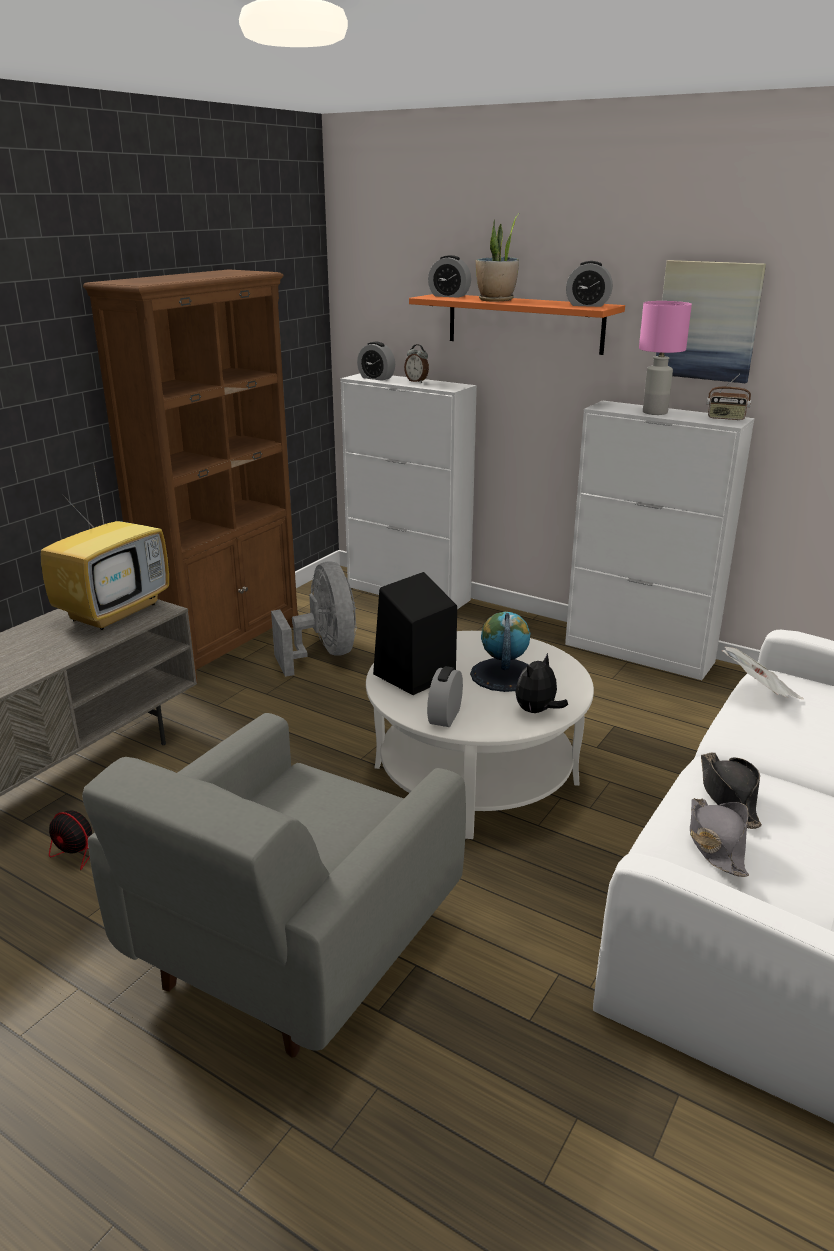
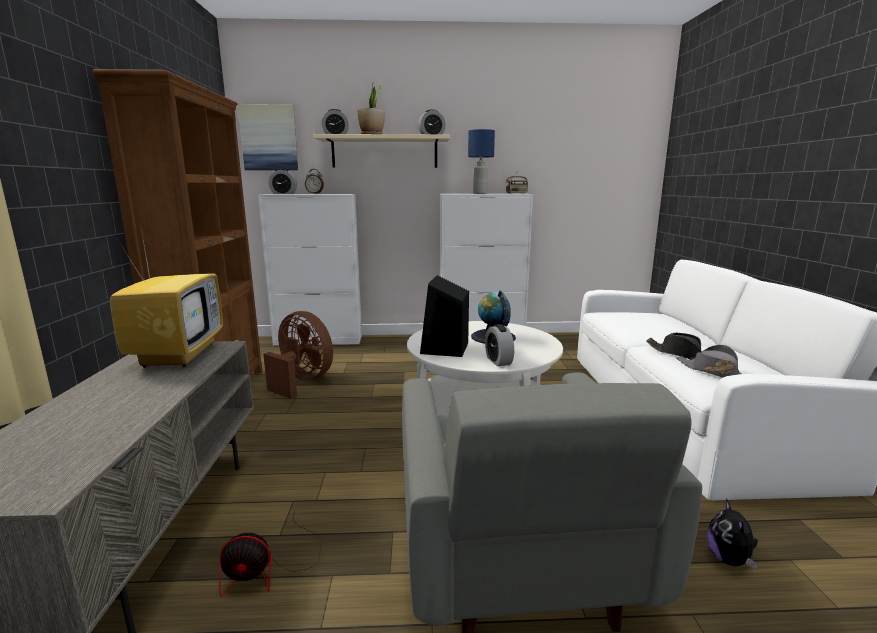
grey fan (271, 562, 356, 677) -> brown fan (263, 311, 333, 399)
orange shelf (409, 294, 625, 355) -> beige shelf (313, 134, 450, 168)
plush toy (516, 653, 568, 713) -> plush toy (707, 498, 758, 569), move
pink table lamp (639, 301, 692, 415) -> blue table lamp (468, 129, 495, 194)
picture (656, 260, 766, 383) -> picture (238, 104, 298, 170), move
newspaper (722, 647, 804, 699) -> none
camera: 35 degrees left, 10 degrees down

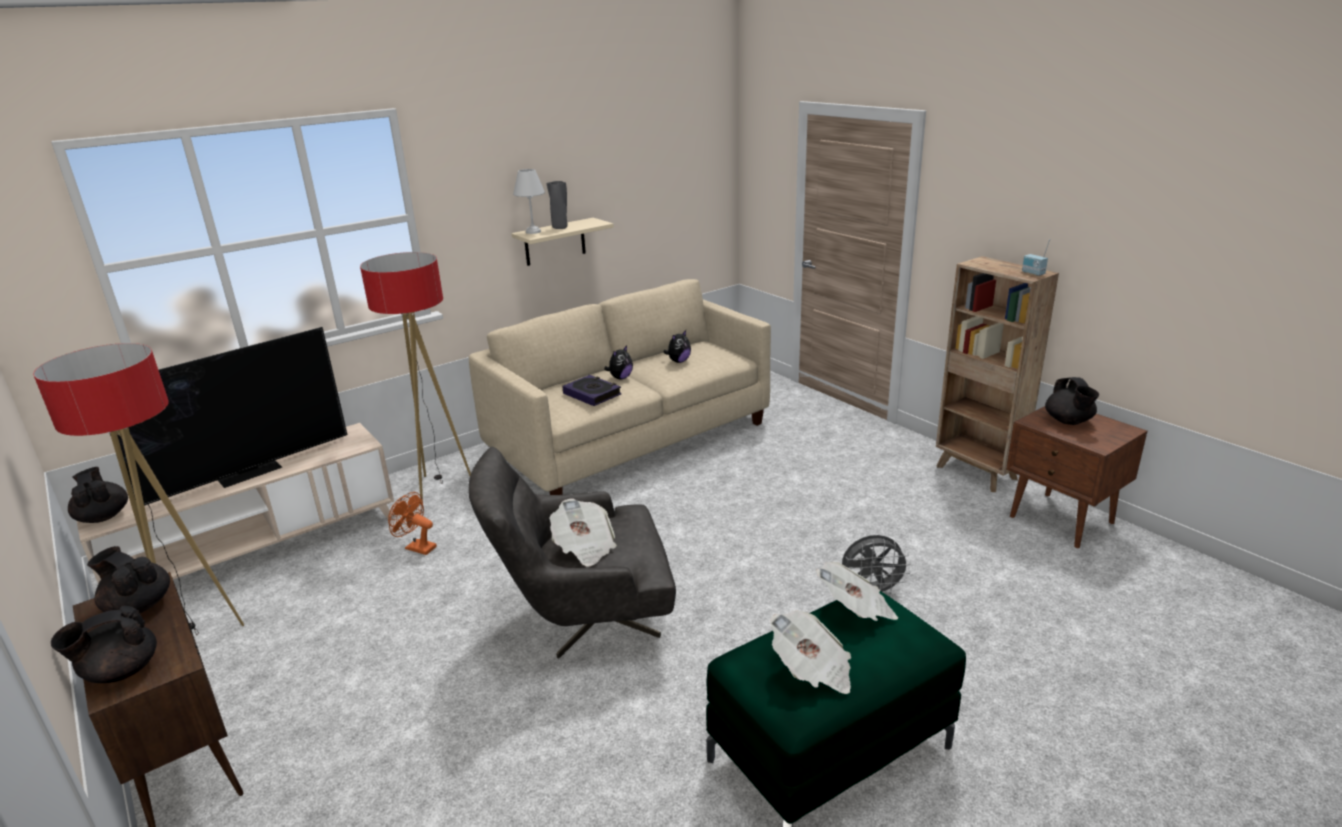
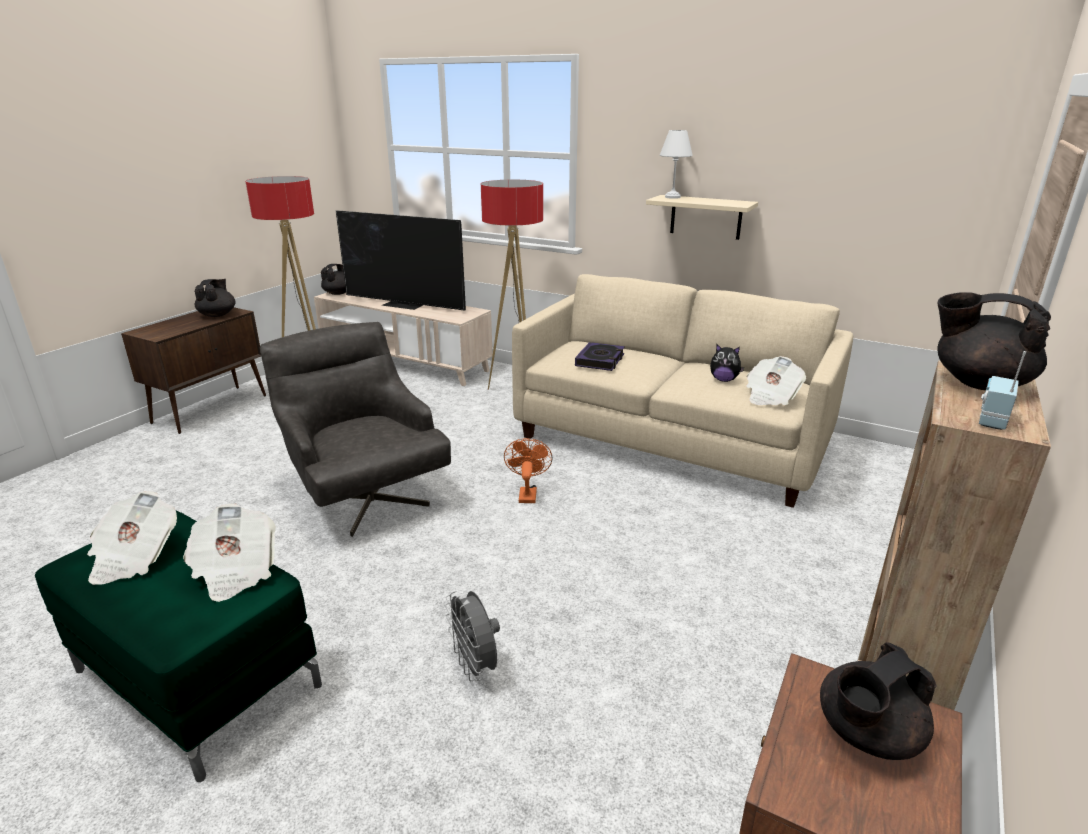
black teapot (51, 606, 157, 683) -> black teapot (937, 292, 1051, 390), move
orange fan (388, 492, 437, 555) -> orange fan (504, 438, 552, 503), move
grey vase (546, 181, 568, 229) -> none
newspaper (549, 498, 617, 567) -> newspaper (746, 356, 806, 405), move
plush toy (604, 345, 633, 379) -> none
camera: 65 degrees right, 0 degrees up

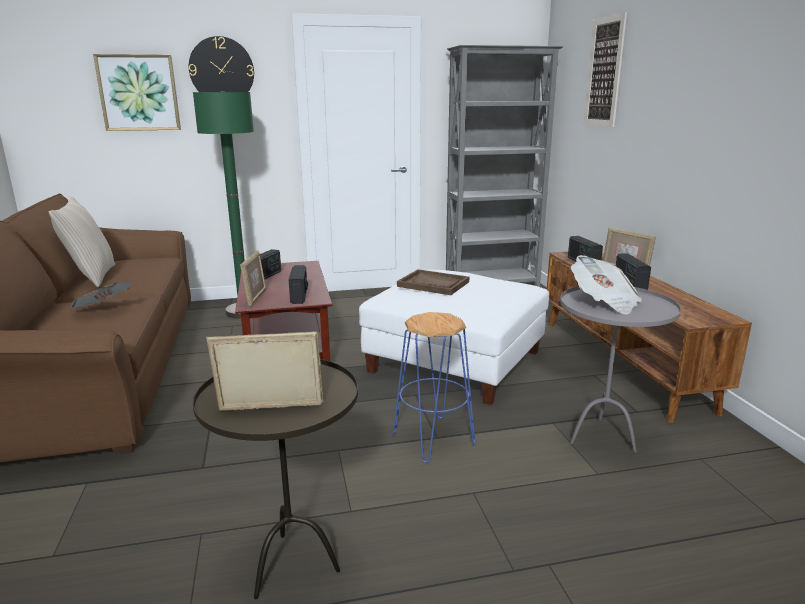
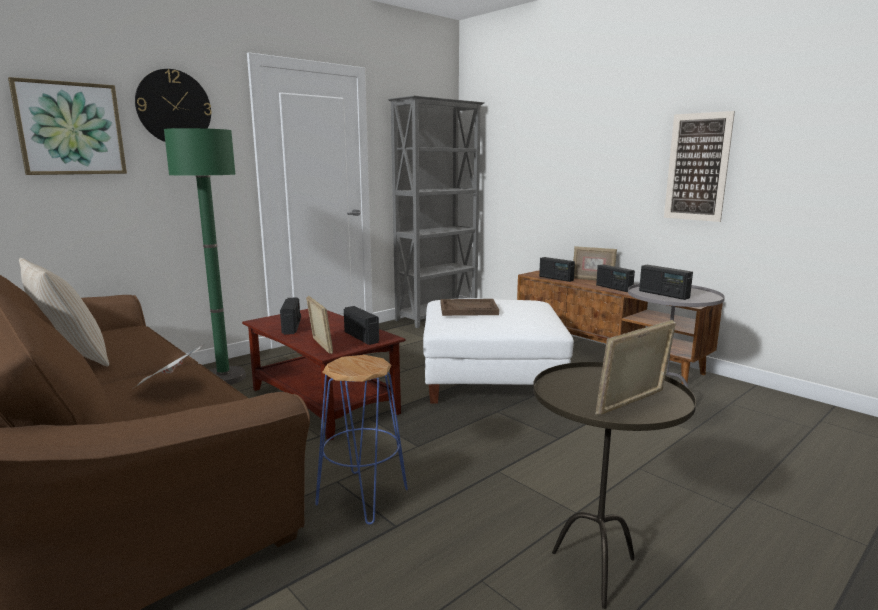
blue stool (393, 312, 475, 463) -> blue stool (315, 355, 408, 525), move
newspaper (571, 255, 642, 315) -> radio (639, 265, 693, 300)
picture (584, 12, 627, 127) -> picture (664, 111, 735, 222), move
camera: 30 degrees left, 5 degrees down

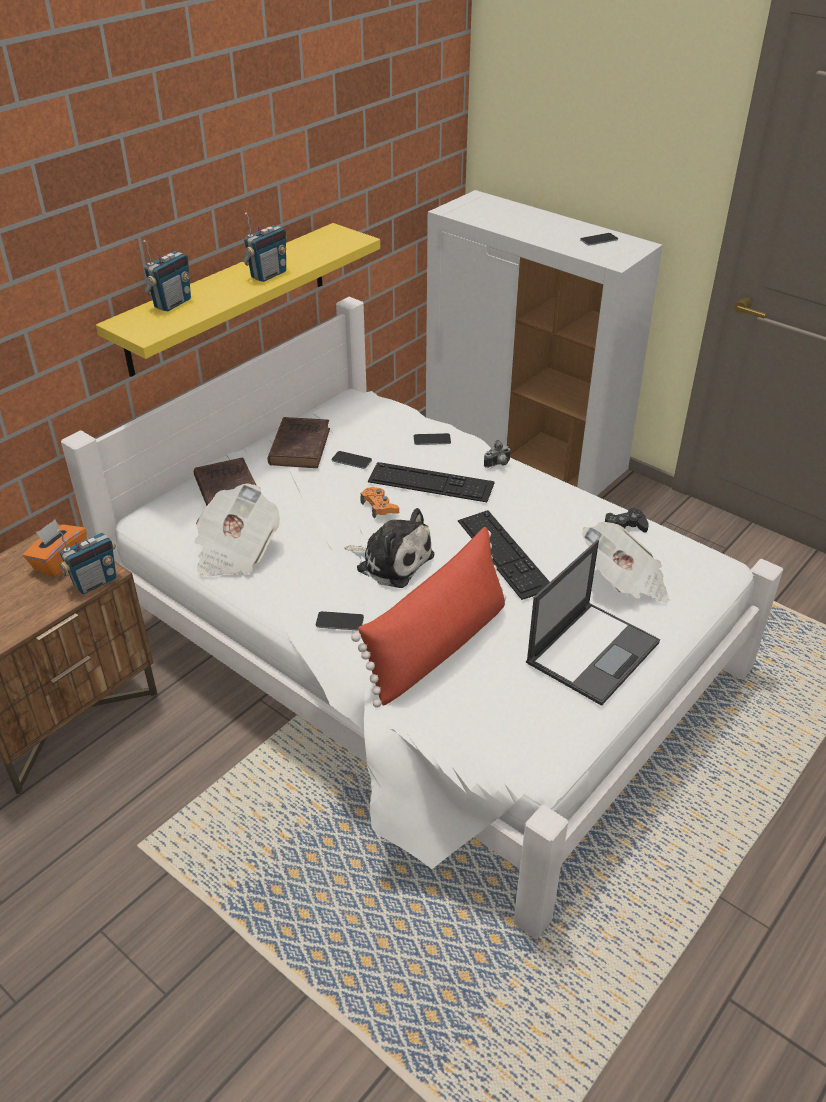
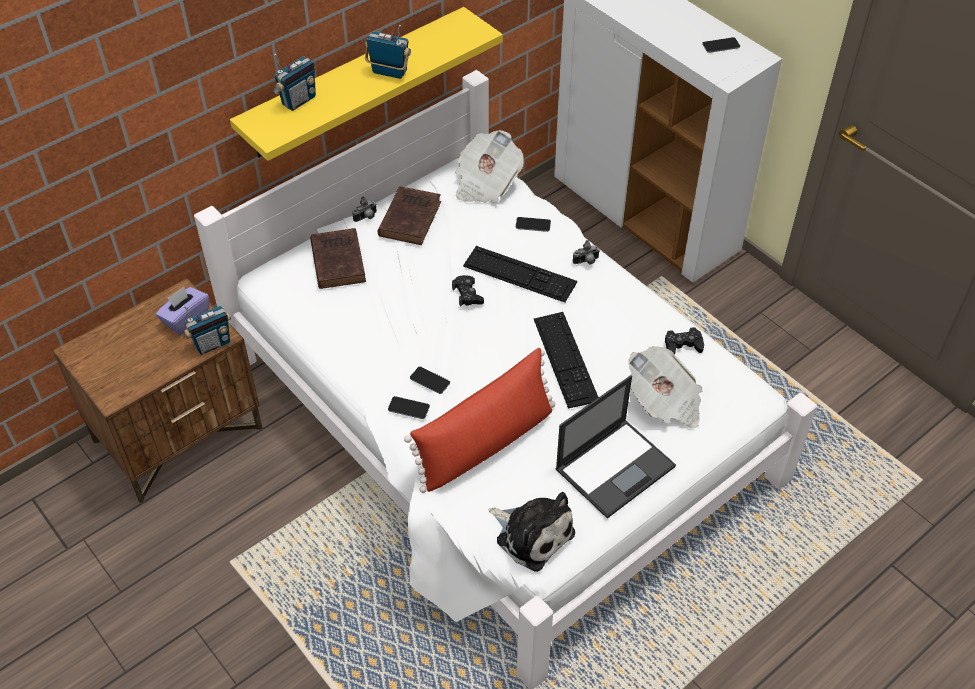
orange tissue box (23, 520, 87, 578) -> purple tissue box (156, 286, 209, 335)
newspaper (194, 484, 280, 576) -> newspaper (455, 130, 524, 203), move
radio (242, 213, 287, 282) -> radio (365, 25, 411, 79), 120 degrees counterclockwise
phone (332, 451, 372, 469) -> phone (410, 367, 450, 394), move
plush toy (344, 508, 434, 588) -> plush toy (489, 492, 575, 572), move
orange game controller (360, 487, 399, 519) -> black game controller (452, 275, 484, 307)
none -> photo camera (352, 197, 377, 222)
camera: 10 degrees right, 10 degrees up

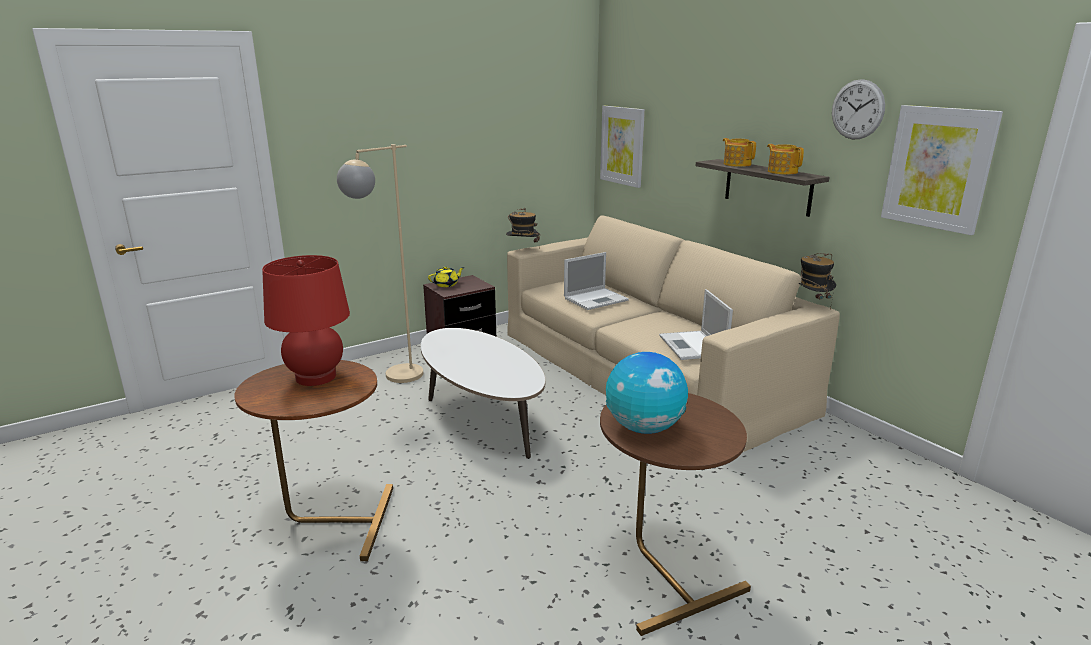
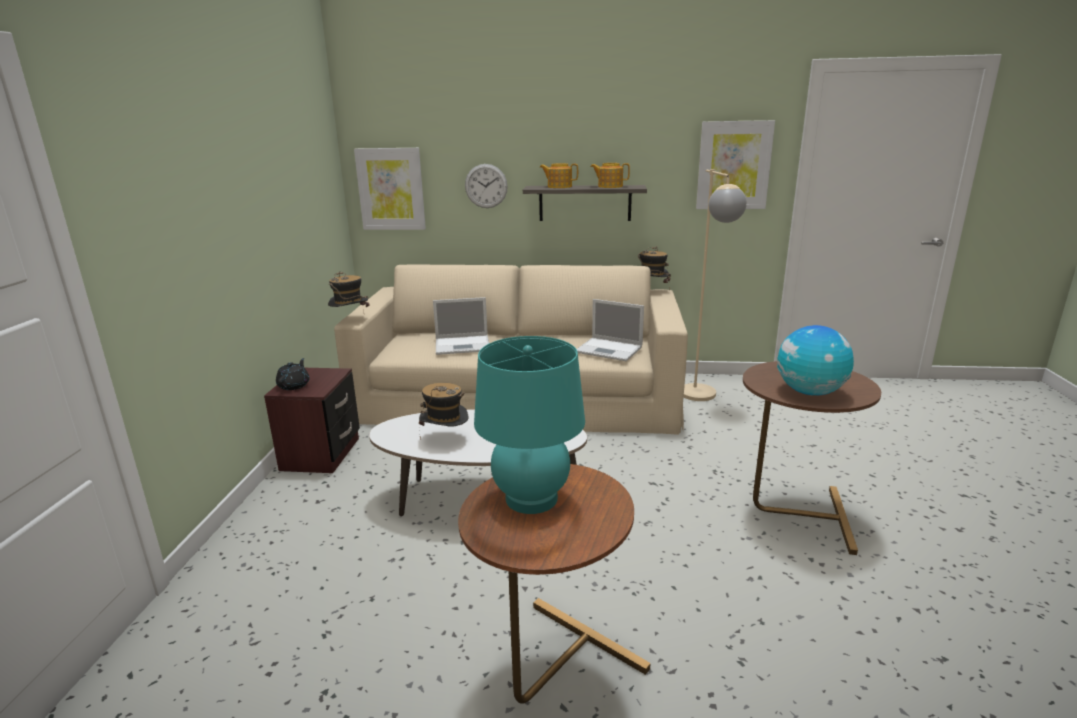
red table lamp (262, 255, 350, 386) -> turquoise table lamp (474, 336, 585, 514)
beige floor lamp (337, 144, 423, 383) -> beige floor lamp (684, 169, 747, 401), move
yellow teapot (428, 266, 464, 287) -> black teapot (276, 358, 310, 390)
laptop (564, 252, 629, 310) -> laptop (433, 297, 489, 355), 75 degrees clockwise
wall clock (832, 79, 885, 139) -> wall clock (465, 164, 508, 208), move
none -> hat (419, 383, 468, 440)
camera: 50 degrees left, 0 degrees up

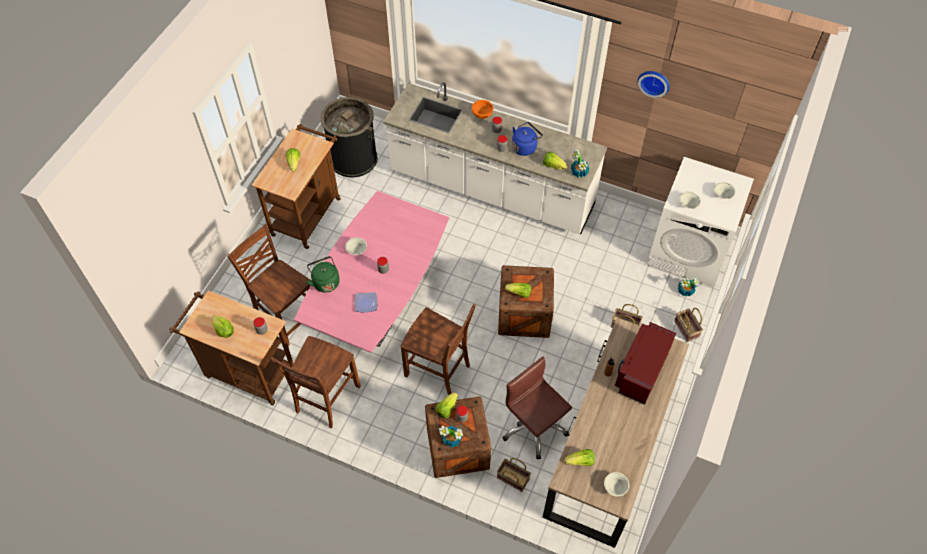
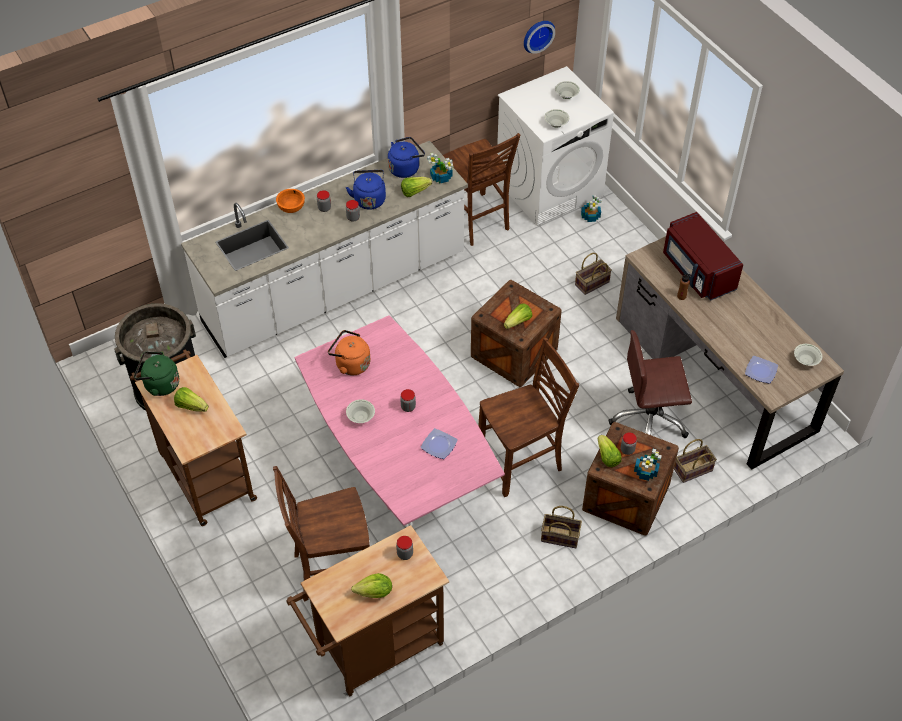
brown chair (270, 336, 361, 428) -> brown chair (443, 133, 520, 246), move
green kettle (306, 256, 340, 293) -> green kettle (134, 352, 179, 396), move
lettuce (564, 449, 595, 466) -> plate (745, 356, 778, 384)
wall clock (637, 71, 670, 98) -> wall clock (524, 21, 555, 54), move
basket (674, 308, 703, 342) -> basket (541, 506, 582, 548), move
none -> orange kettle (328, 330, 370, 375)
none -> blue kettle (388, 137, 425, 178)
camera: 55 degrees left, 5 degrees down

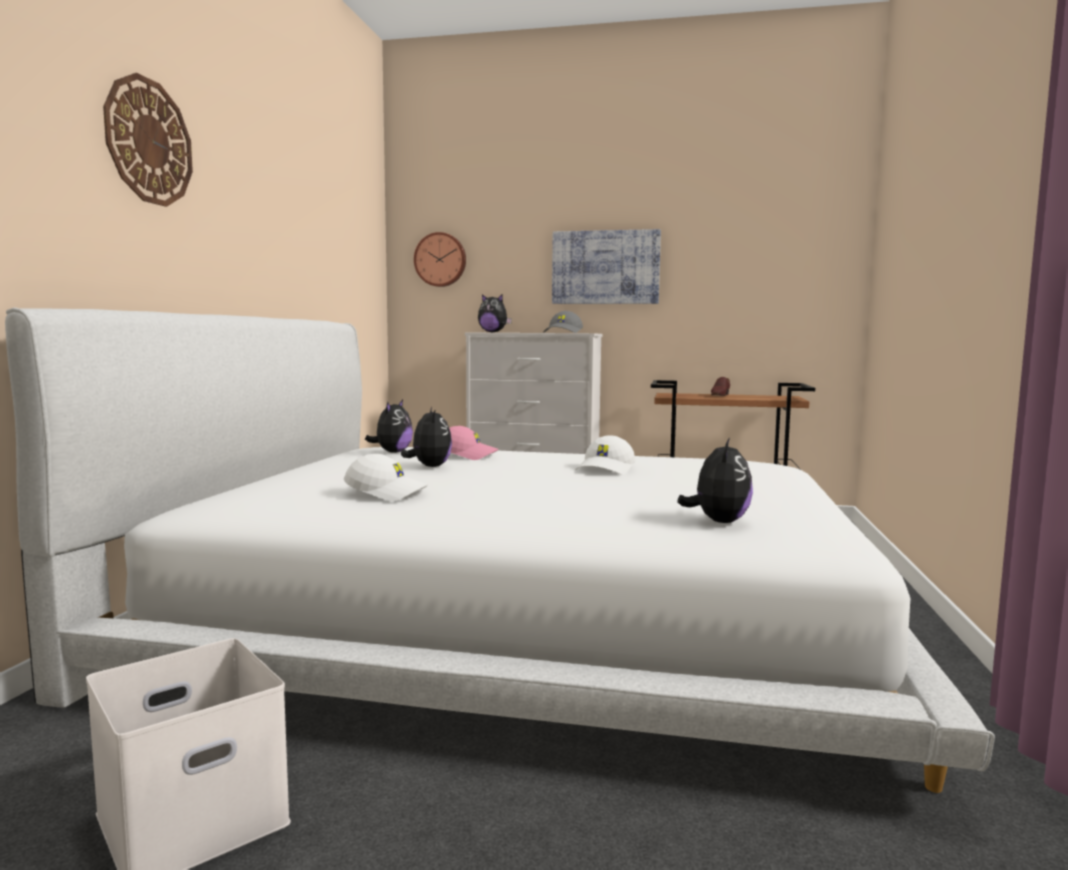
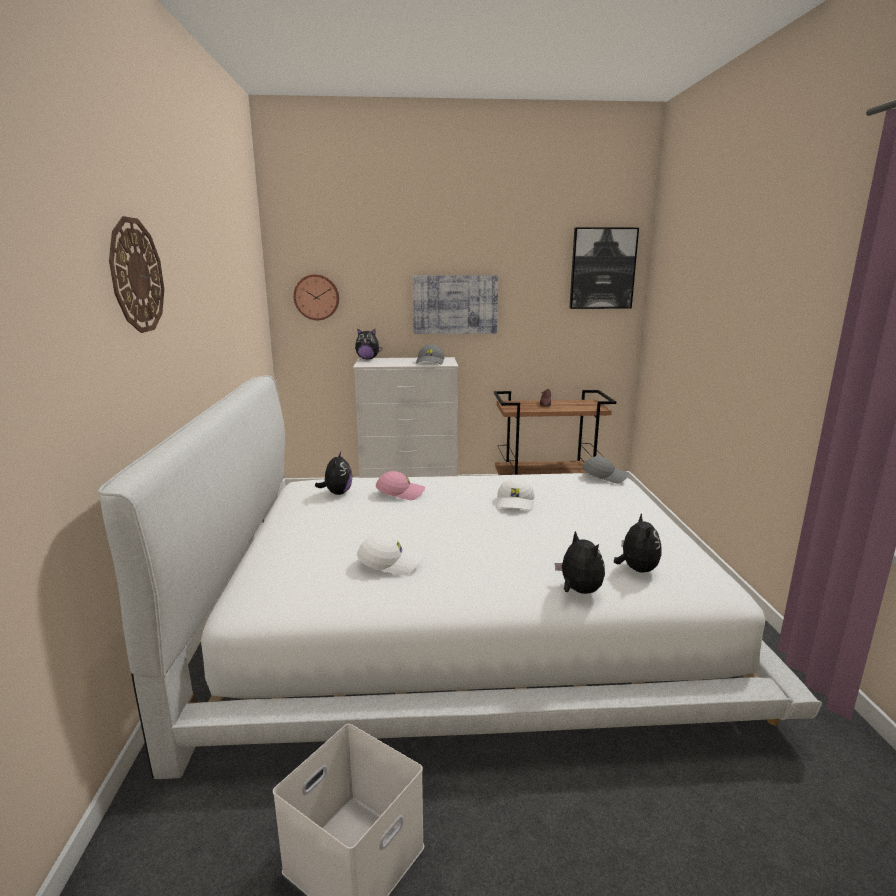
plush toy (401, 407, 452, 467) -> plush toy (555, 531, 605, 594), move
none -> picture (569, 227, 639, 309)
none -> grey cap (582, 456, 629, 484)
camera: 15 degrees left, 10 degrees up

